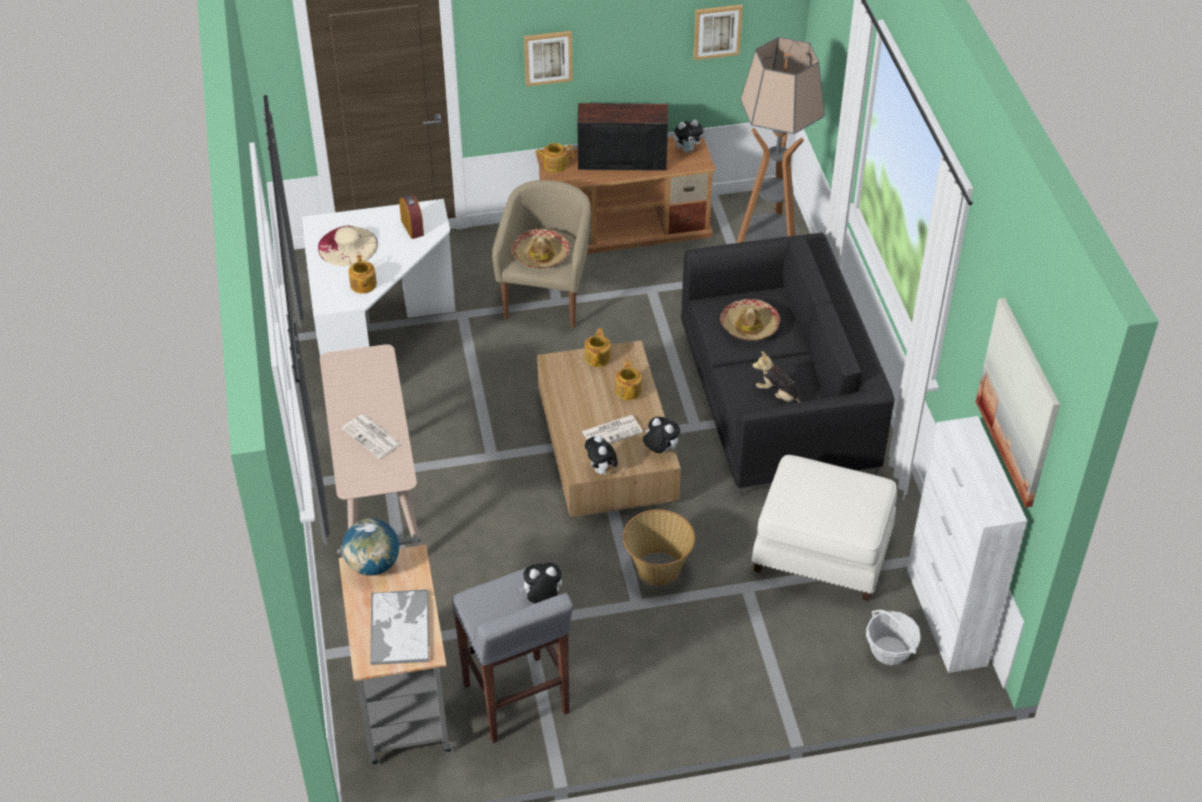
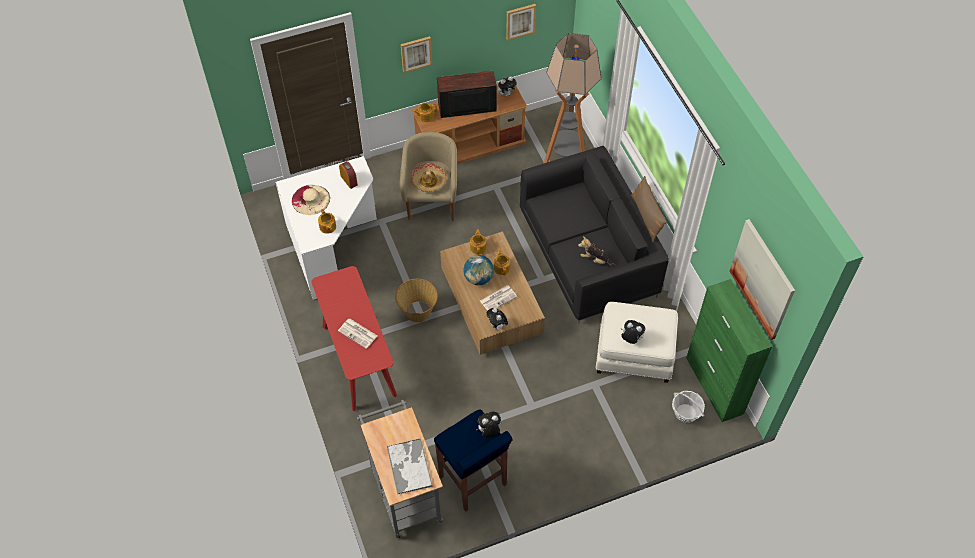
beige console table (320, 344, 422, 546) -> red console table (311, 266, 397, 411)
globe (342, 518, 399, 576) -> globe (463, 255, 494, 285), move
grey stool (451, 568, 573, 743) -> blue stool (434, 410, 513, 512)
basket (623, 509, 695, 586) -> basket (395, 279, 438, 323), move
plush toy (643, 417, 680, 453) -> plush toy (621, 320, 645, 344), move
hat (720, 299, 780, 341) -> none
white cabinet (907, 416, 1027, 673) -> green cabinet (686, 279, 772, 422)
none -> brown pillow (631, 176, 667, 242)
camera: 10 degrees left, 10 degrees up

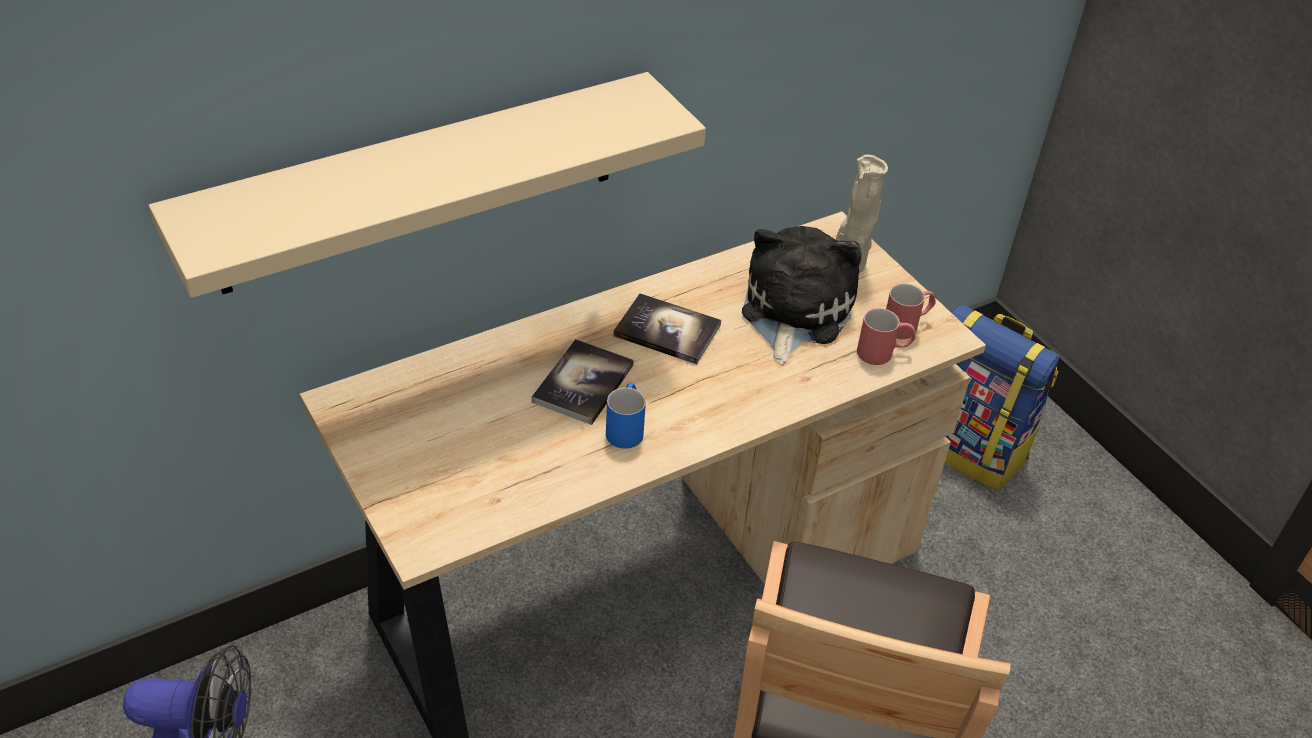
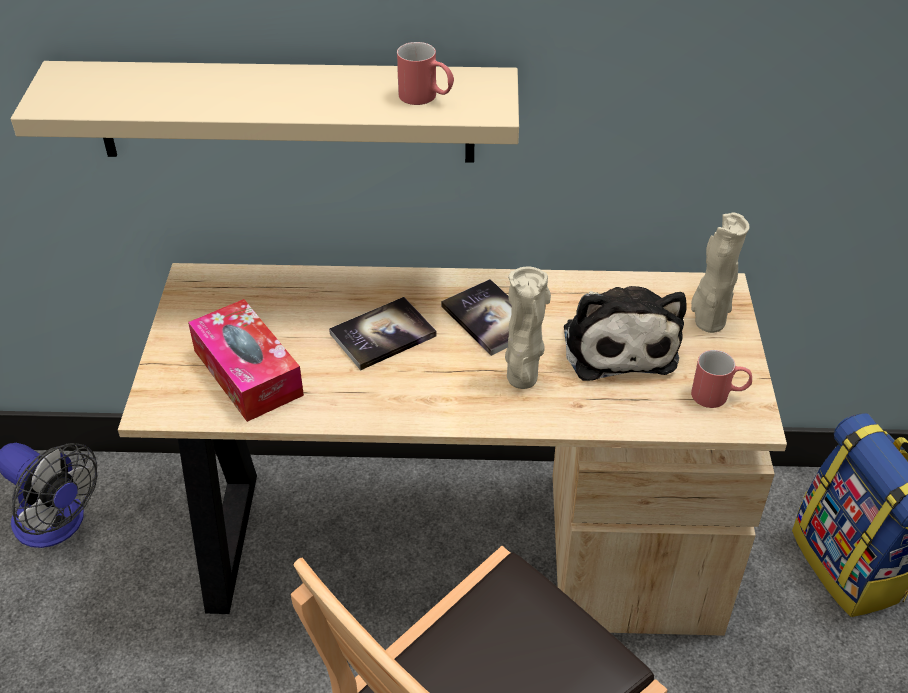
blue mug (606, 383, 646, 449) -> none
plush toy (742, 226, 862, 365) -> plush toy (564, 286, 687, 381), 120 degrees clockwise
red mug (857, 308, 916, 365) -> red mug (397, 42, 454, 105), move
none -> tissue box (188, 299, 304, 422)
none -> beige vase (505, 267, 551, 389)
camera: 35 degrees right, 0 degrees up

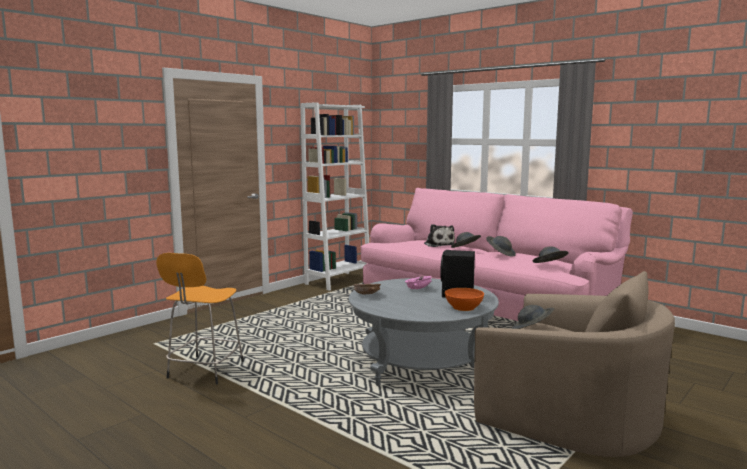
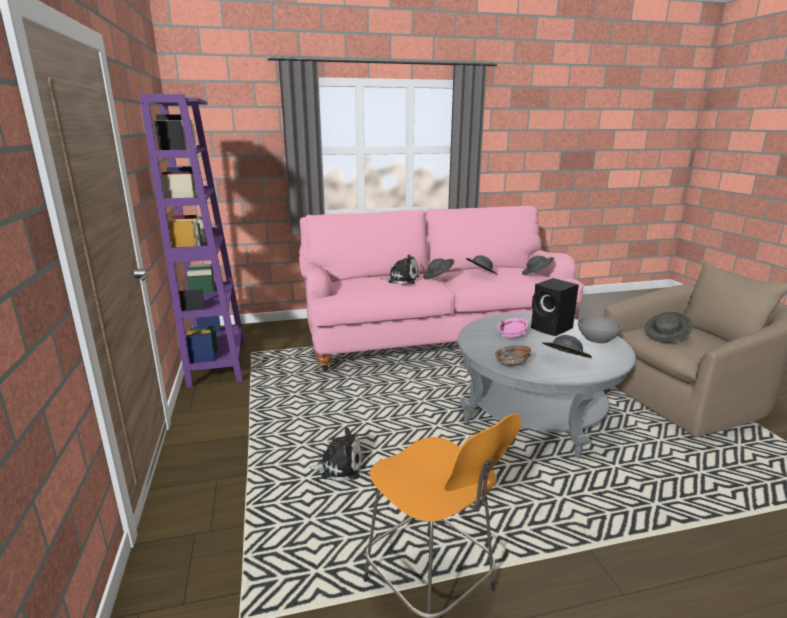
white bookcase (300, 102, 369, 291) -> purple bookcase (139, 94, 245, 388)
orange bowl (445, 288, 484, 311) -> grey bowl (578, 316, 622, 343)
none -> plush toy (307, 427, 363, 481)
none -> grey hat (542, 335, 592, 358)
camera: 55 degrees left, 10 degrees up

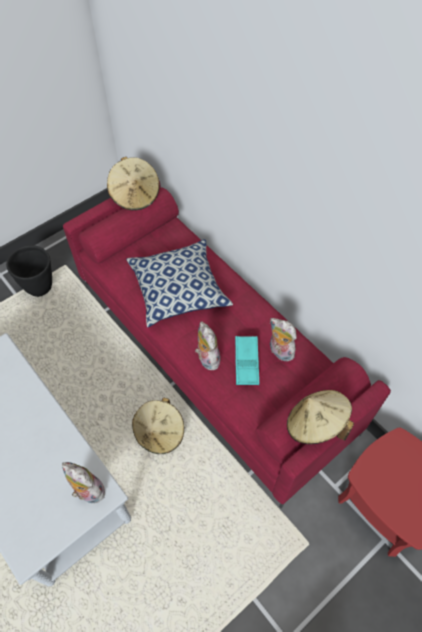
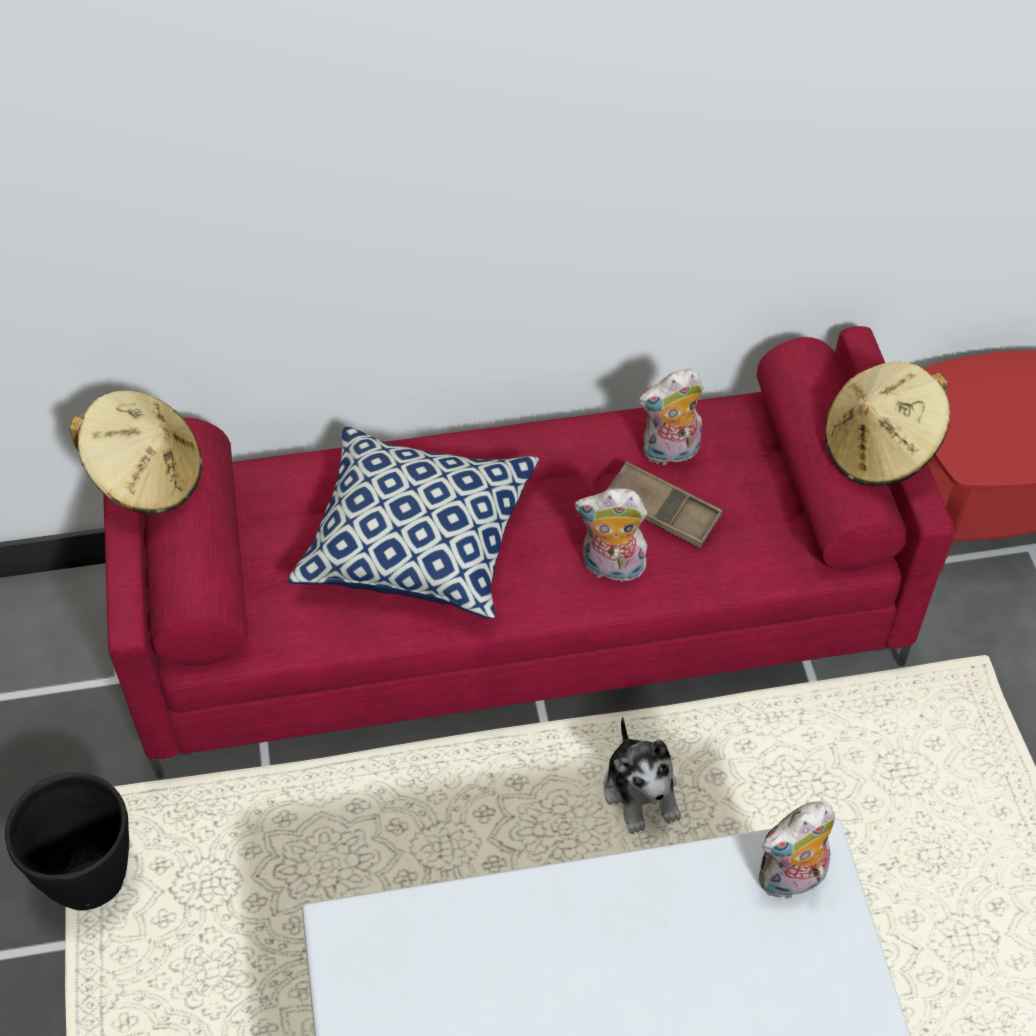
beige hat (132, 398, 184, 454) -> plush toy (603, 717, 681, 834)
turquoise tray (235, 336, 259, 385) -> brown tray (607, 461, 723, 548)
camera: 60 degrees left, 5 degrees down

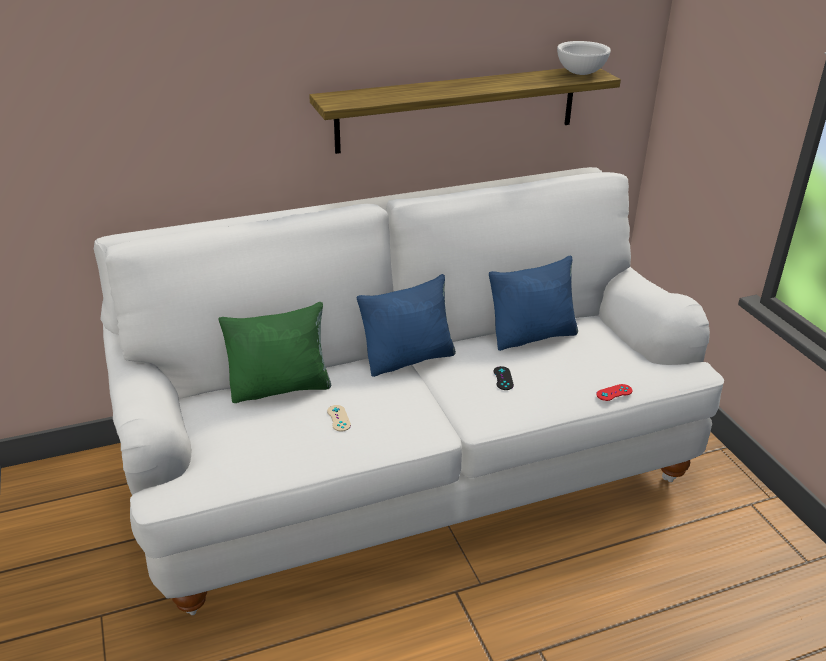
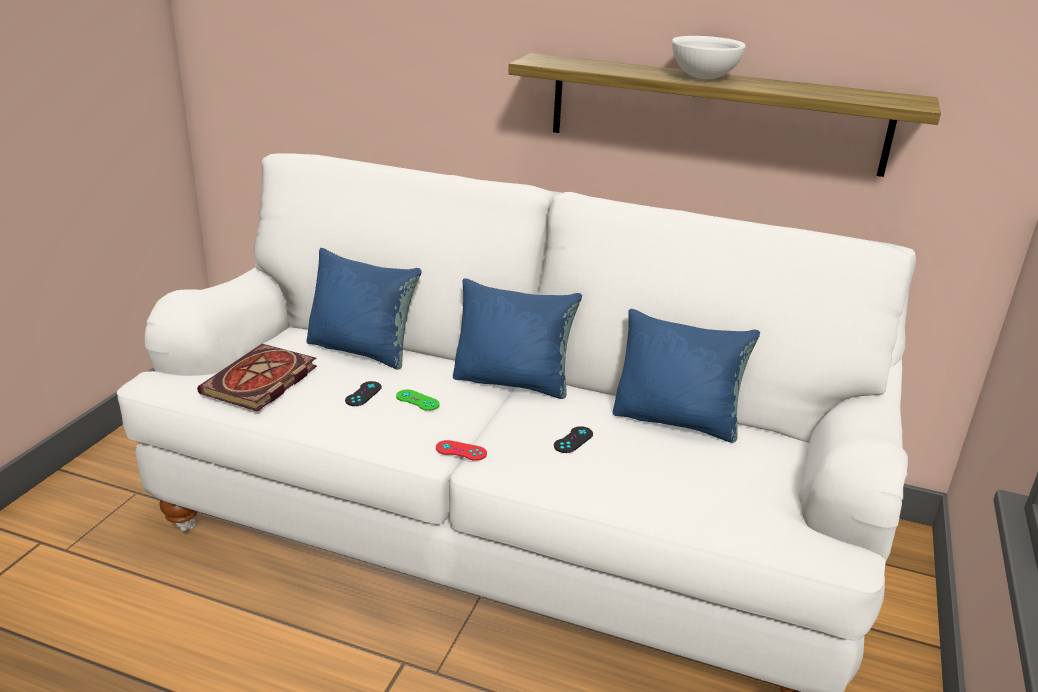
green pillow (219, 302, 331, 403) -> blue pillow (306, 248, 422, 370)
beige game controller (327, 405, 351, 432) -> black game controller (345, 381, 382, 406)
white bowl (557, 41, 611, 75) -> white bowl (672, 36, 746, 79), move
red game controller (596, 384, 632, 401) -> red game controller (436, 440, 487, 461), move
none -> book (197, 344, 317, 411)
none -> green game controller (396, 389, 440, 411)
camera: 40 degrees right, 5 degrees down

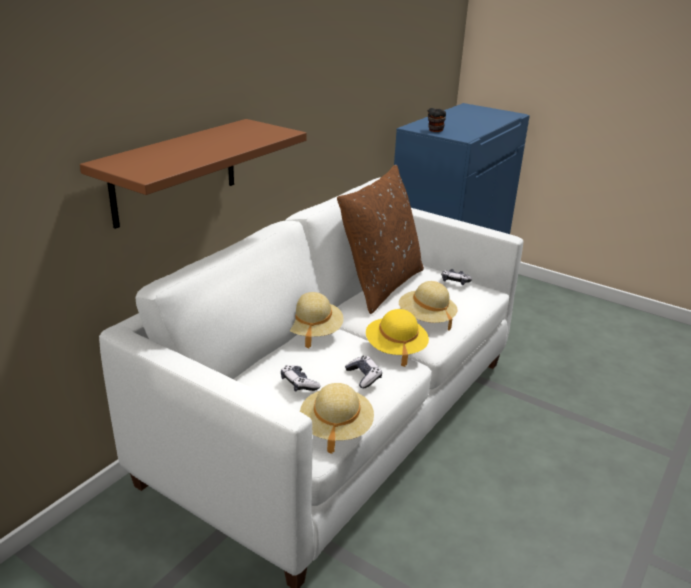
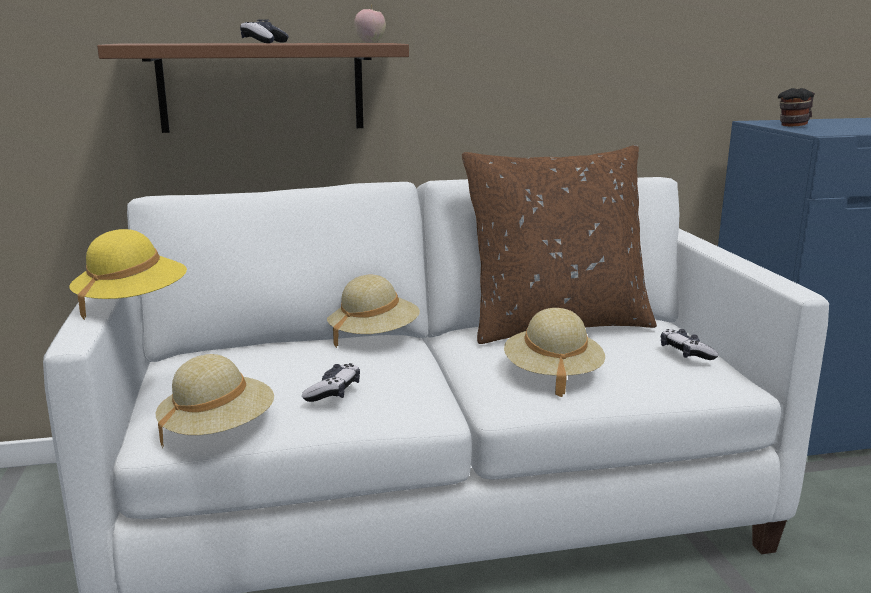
game controller (281, 365, 320, 392) -> game controller (240, 19, 289, 43), move
yellow hat (366, 309, 429, 367) -> yellow hat (69, 229, 187, 320), move
none -> apple (354, 4, 386, 43)
camera: 45 degrees right, 10 degrees down

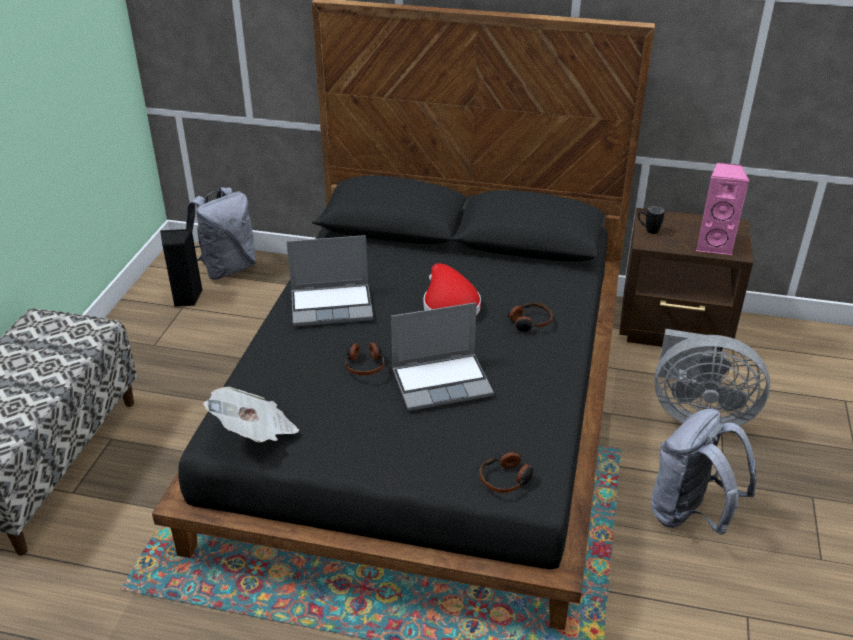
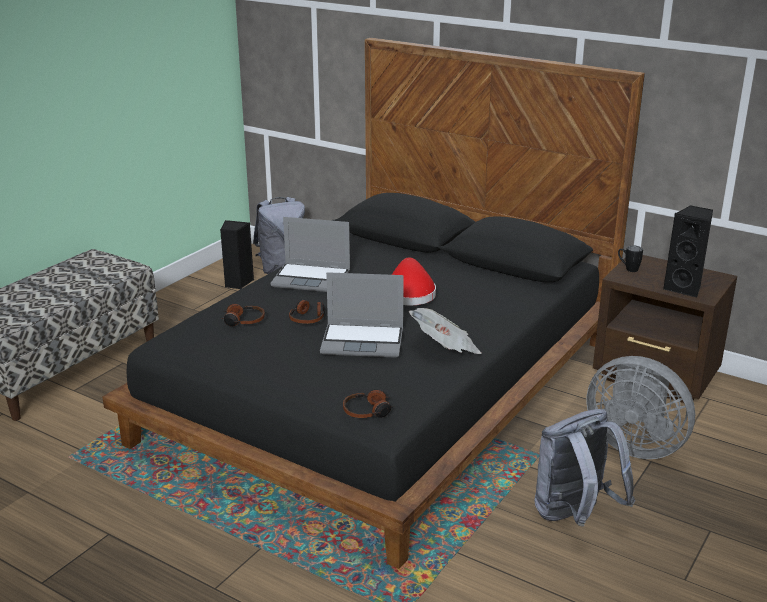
newspaper (203, 387, 299, 443) -> newspaper (409, 308, 481, 354), move
headphones (505, 303, 553, 332) -> headphones (221, 303, 265, 326), move
pink speaker (696, 162, 749, 255) -> black speaker (663, 205, 713, 298)
camera: 20 degrees right, 10 degrees down

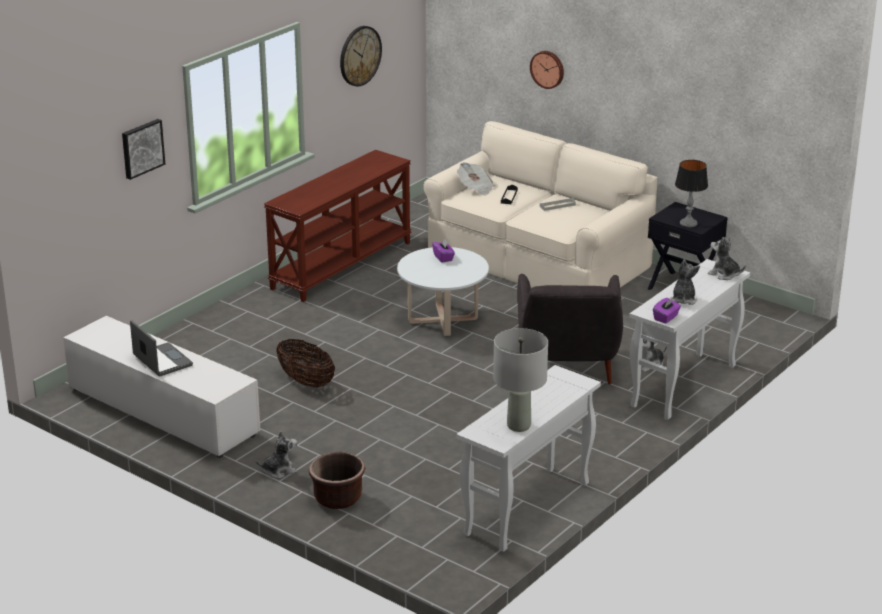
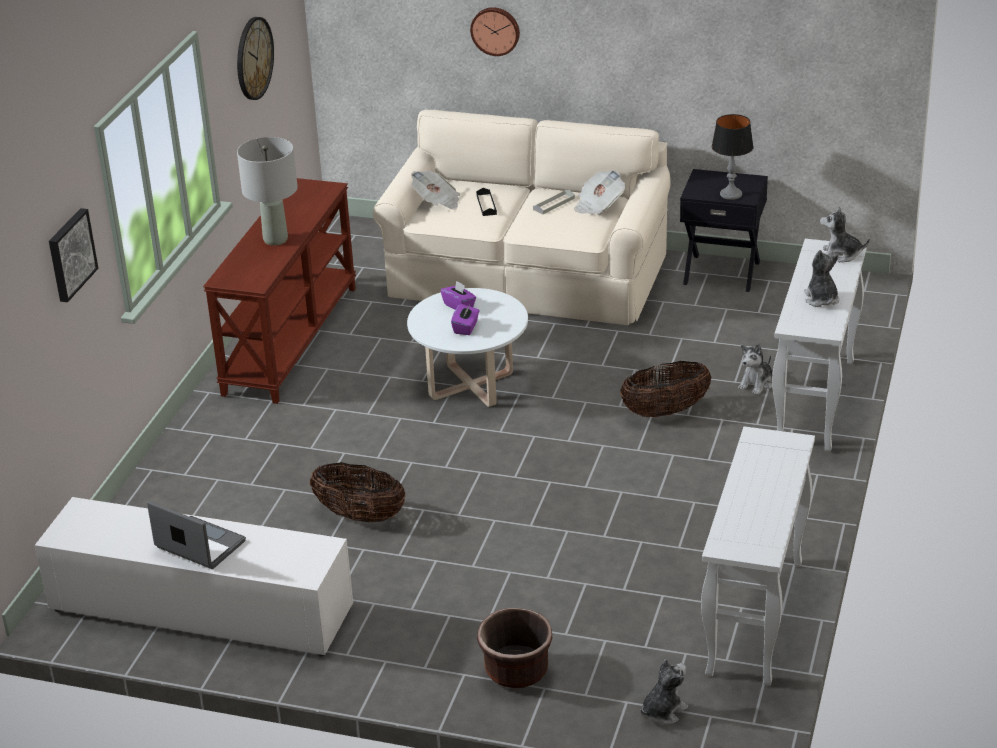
plush toy (256, 431, 297, 478) -> plush toy (640, 659, 688, 725), move
grey table lamp (493, 328, 548, 432) -> grey table lamp (237, 137, 298, 246), move
grey armchair (517, 274, 623, 385) -> basket (620, 361, 711, 417)
purple tissue box (653, 298, 681, 324) -> purple tissue box (451, 303, 480, 335), move
none -> newspaper (574, 170, 625, 215)
camera: 20 degrees left, 5 degrees up

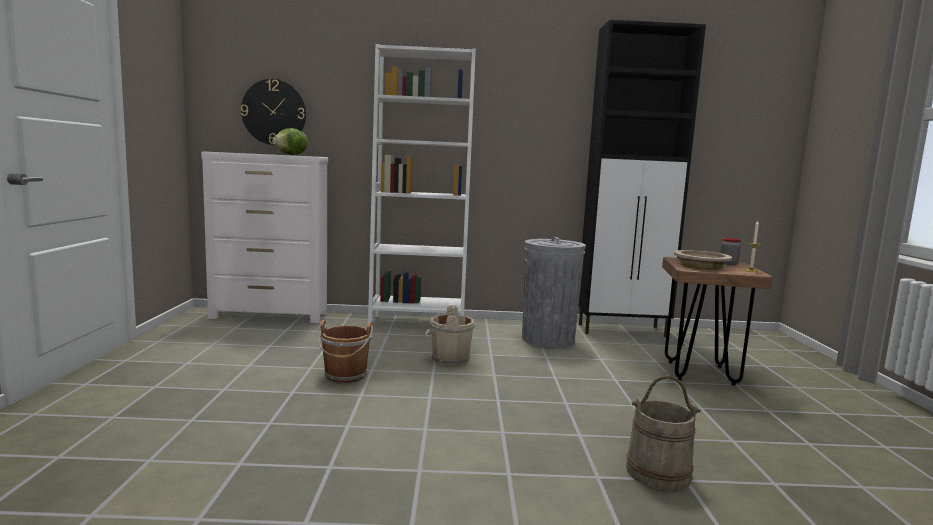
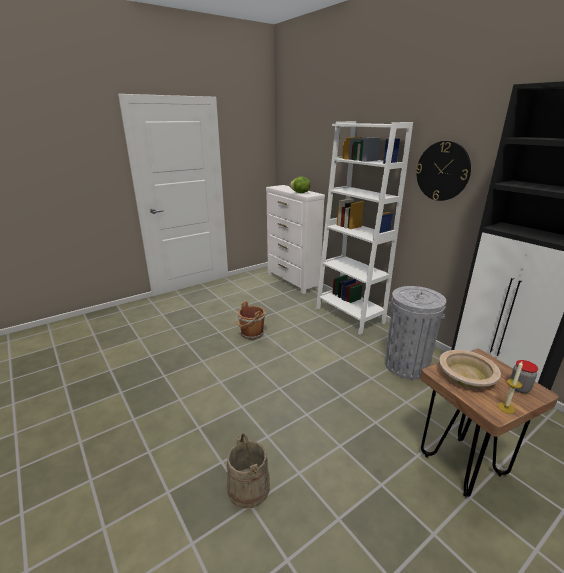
wall clock (241, 79, 306, 145) -> wall clock (416, 141, 471, 201), move
beige bucket (425, 305, 474, 366) -> none
camera: 55 degrees right, 15 degrees up

